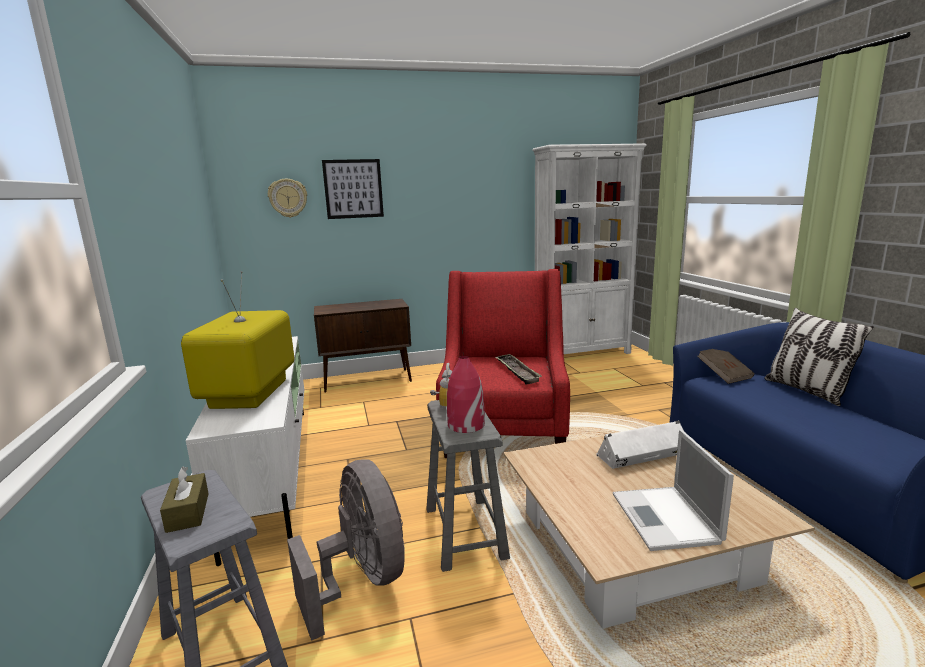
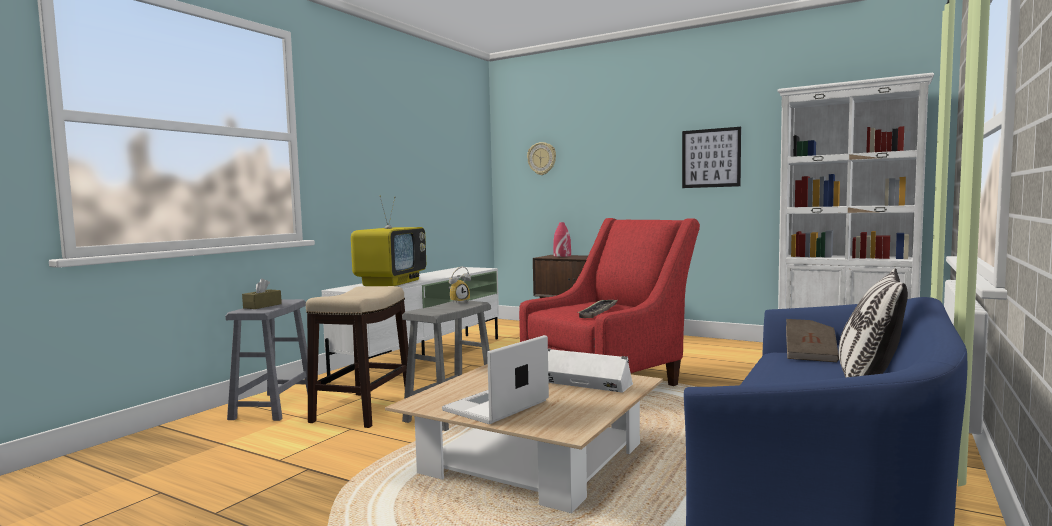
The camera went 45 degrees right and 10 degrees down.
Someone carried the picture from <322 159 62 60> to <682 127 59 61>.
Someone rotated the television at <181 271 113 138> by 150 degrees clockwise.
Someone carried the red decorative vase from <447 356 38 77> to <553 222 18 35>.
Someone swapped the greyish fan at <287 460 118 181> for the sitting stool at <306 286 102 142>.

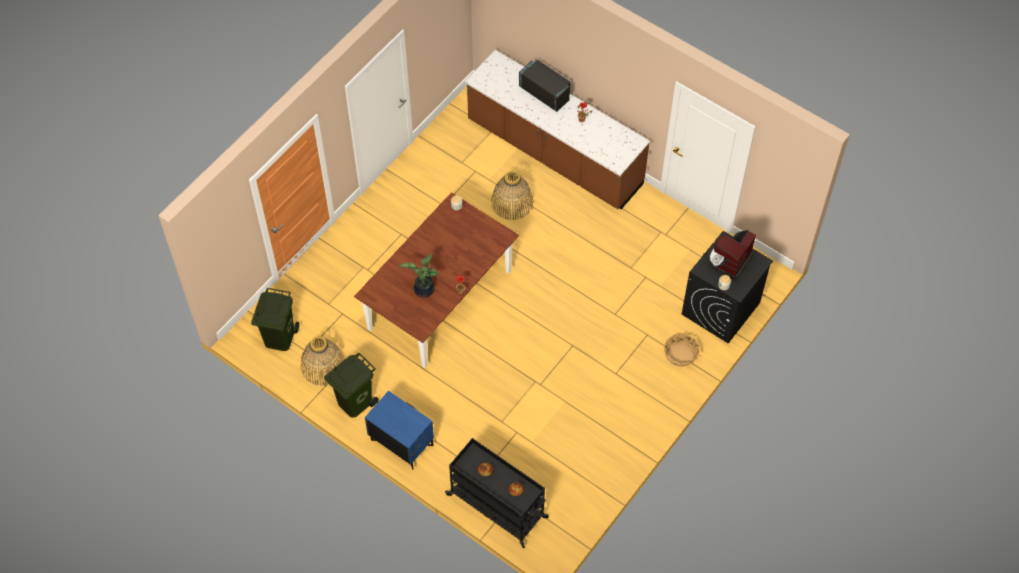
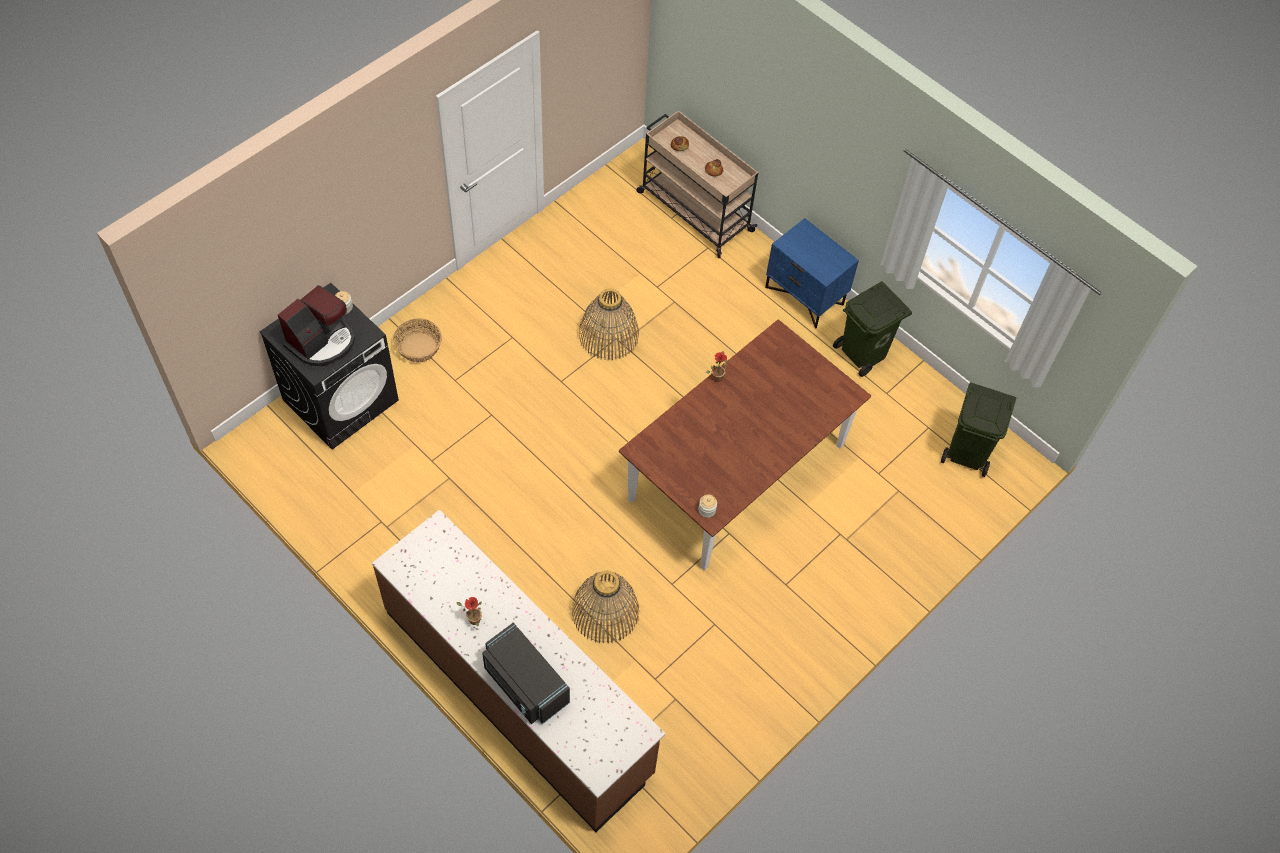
The camera went 175 degrees left and 0 degrees up.
Someone took away the potted plant at <399 254 40 44>.
Someone carried the basket from <301 336 44 50> to <579 288 60 72>.
Someone repainted the black wheeled cart at <445 438 104 110>, which became the beige wheeled cart at <636 110 122 148>.

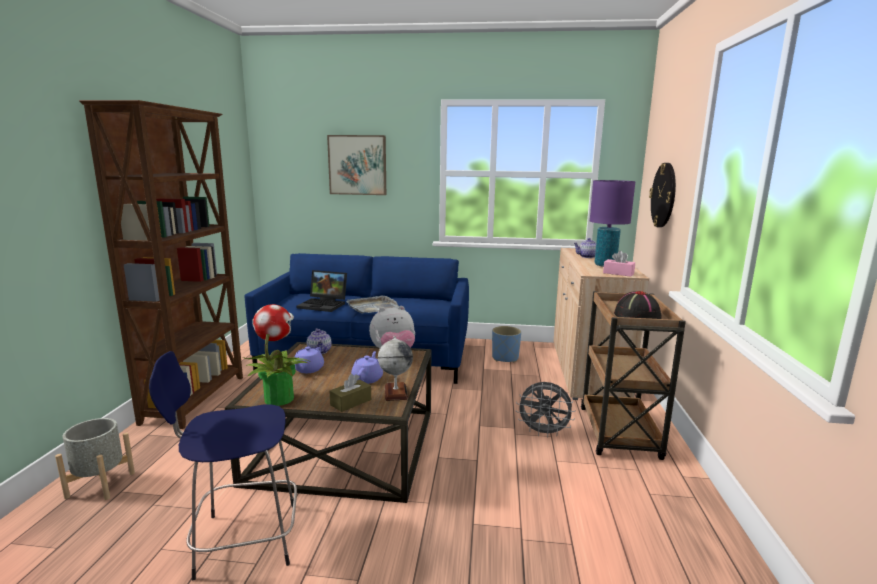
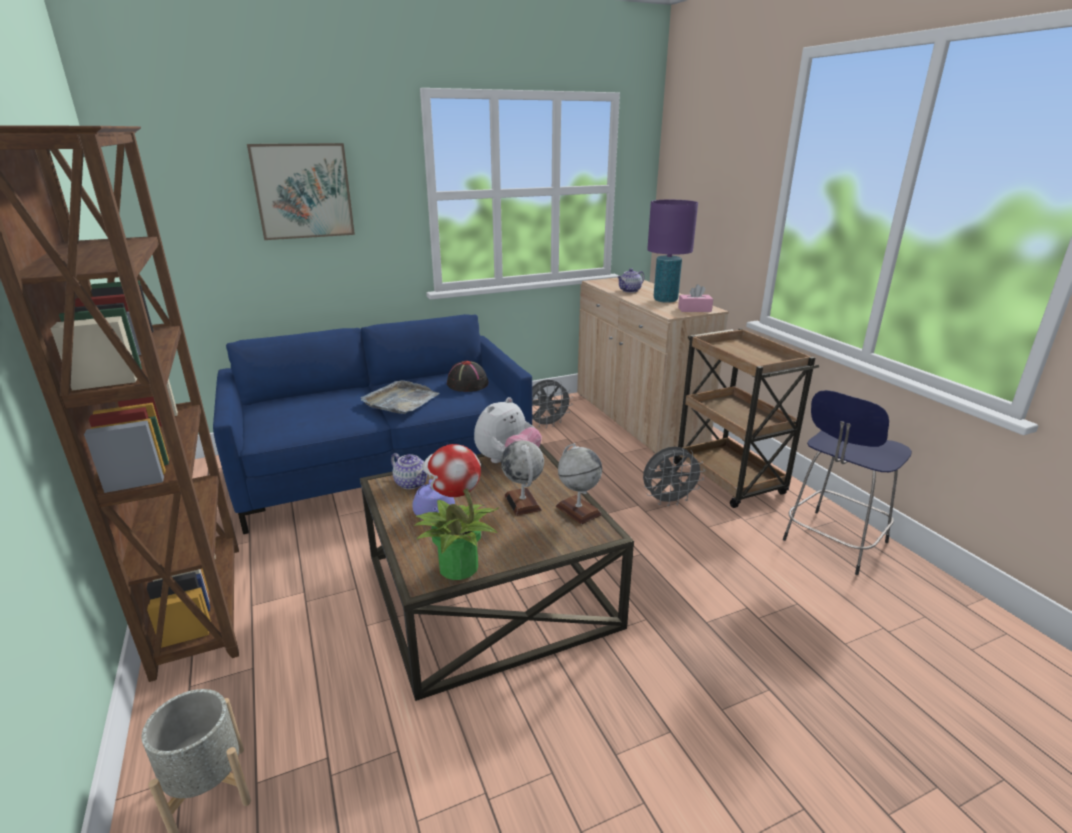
The camera went 30 degrees left and 10 degrees up.
Someone took away the hanging clock at <649 163 27 64>.
Someone took away the portable computer at <297 270 50 42>.
Someone carried the black clothing hat from <614 291 48 28> to <447 361 41 31>.
Someone swapped the bluish flower pot at <492 326 29 36> for the greyish fan at <532 380 41 48>.
Someone carried the bluish sitting stool from <149 351 148 229> to <783 390 129 185>.
Someone swapped the purple-coloured pot for tea at <351 351 32 33> for the world globe at <501 440 43 76>.
Someone took away the brownish box of tissues at <330 374 41 38>.

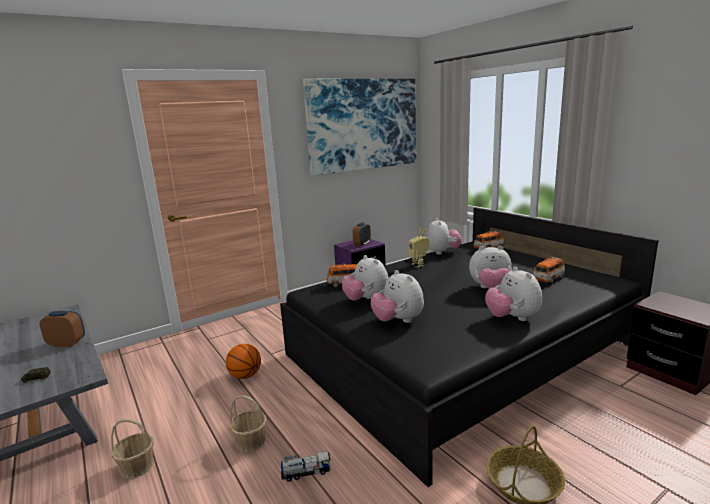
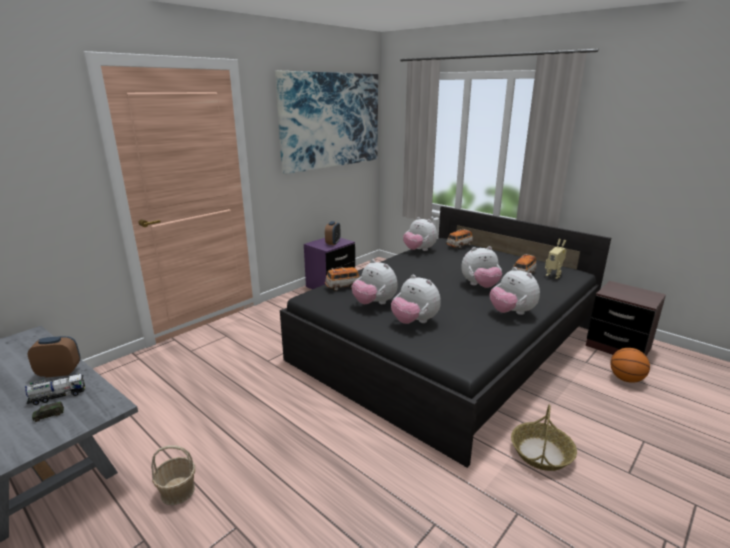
The camera went 15 degrees left and 5 degrees up.
Someone rotated the soft toy at <427 218 35 37> by 150 degrees clockwise.
Someone carried the robot figure from <409 228 21 39> to <545 239 22 40>.
Someone carried the basketball from <226 344 35 35> to <610 348 40 35>.
Someone took away the basket at <229 395 38 57>.
Someone carried the model truck from <281 451 50 31> to <25 374 60 31>.

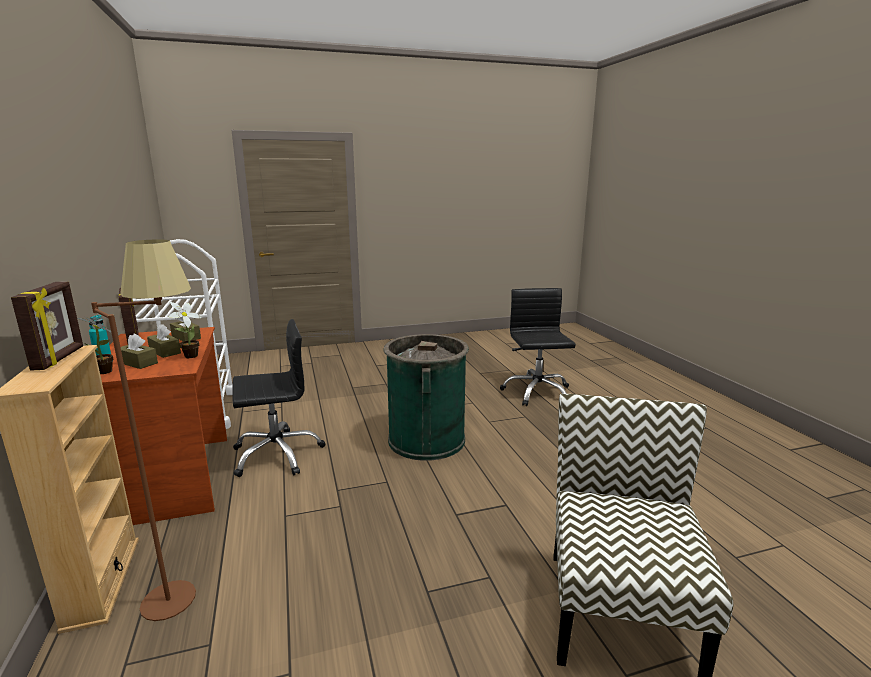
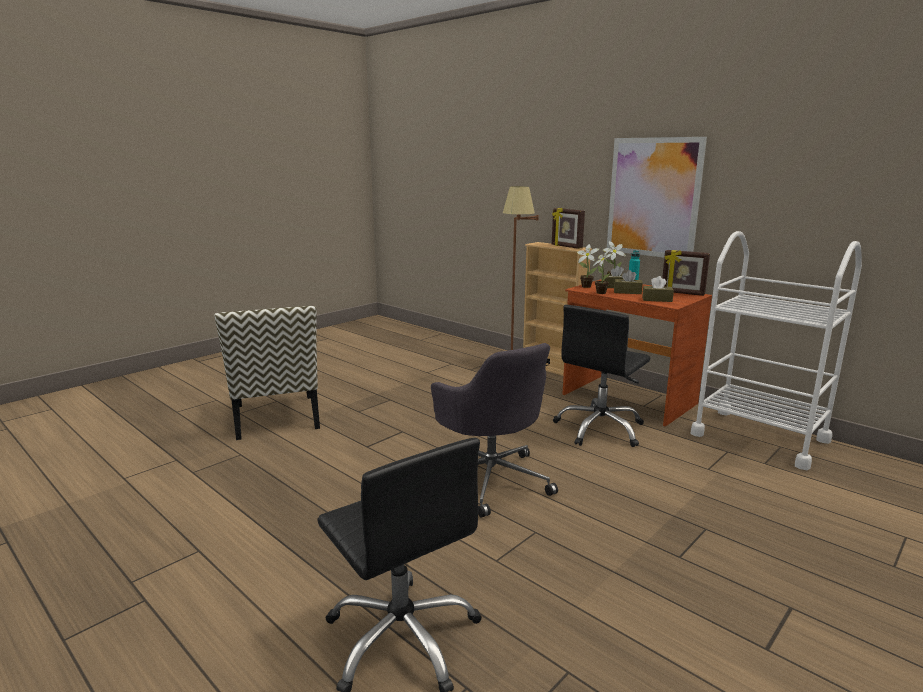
The camera went 150 degrees right and 0 degrees up.
Someone swapped the greenish waste bin at <383 334 86 127> for the greyish desk chair at <431 343 127 175>.
Someone put up the picture at <607 137 100 120>.
Someone put down the potted plant at <577 244 22 44>.

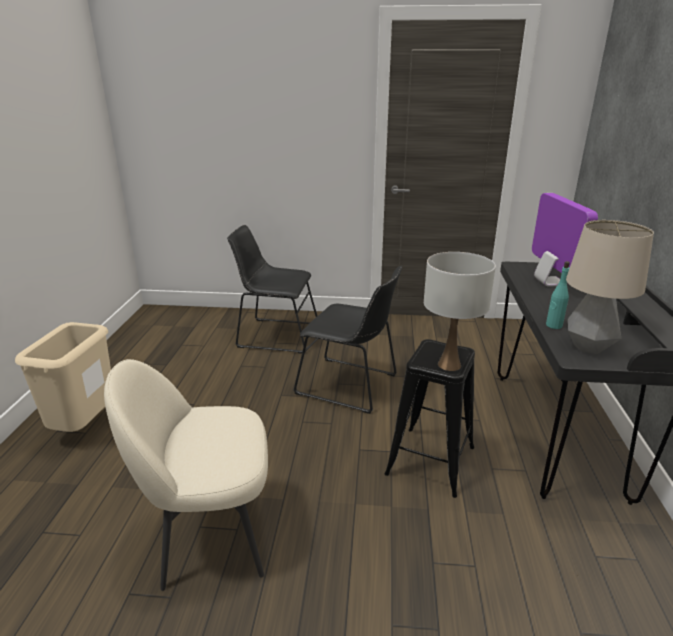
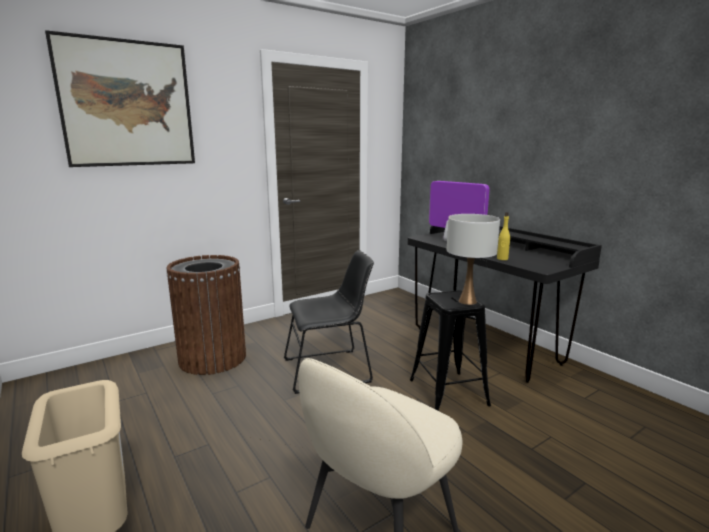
The camera went 40 degrees left and 10 degrees down.
Someone took away the tabletop lamp at <566 220 88 134>.
Someone swapped the black upright chair at <227 225 90 129> for the brownish waste bin at <166 255 80 120>.
Someone repainted the turquoise beverage bottle at <546 261 24 68>, which became the yellowish beverage bottle at <497 212 13 48>.
Someone put up the picture at <45 30 150 137>.

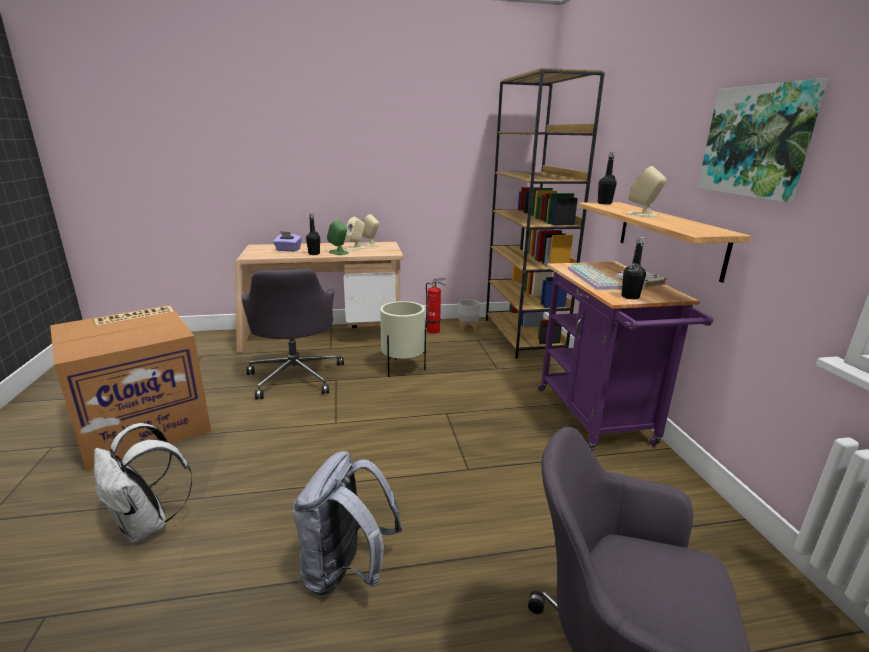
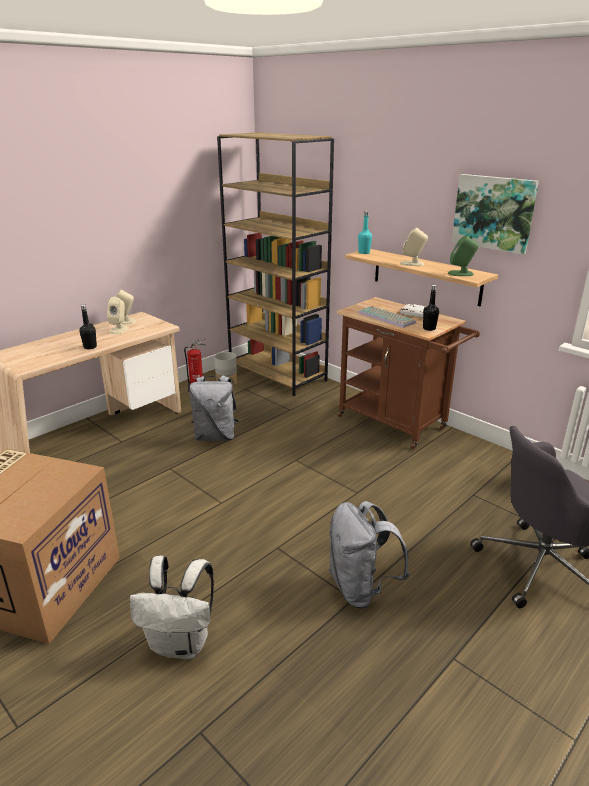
The camera went 35 degrees left and 5 degrees up.
Someone repainted the black beverage bottle at <598 152 19 53>, which became the turquoise beverage bottle at <358 211 14 43>.
Someone carried the greenish audio speaker from <327 220 21 35> to <448 235 30 41>.
Someone took away the purple-coloured box of tissues at <273 231 29 21>.
Someone repainted the purple-coloured wheeled cart at <538 262 175 190>, which became the brownish wheeled cart at <336 297 144 153>.
Someone took away the greyish desk chair at <242 269 102 130>.
Someone swapped the beige flower pot at <380 301 46 76> for the greyish backpack at <189 376 50 65>.

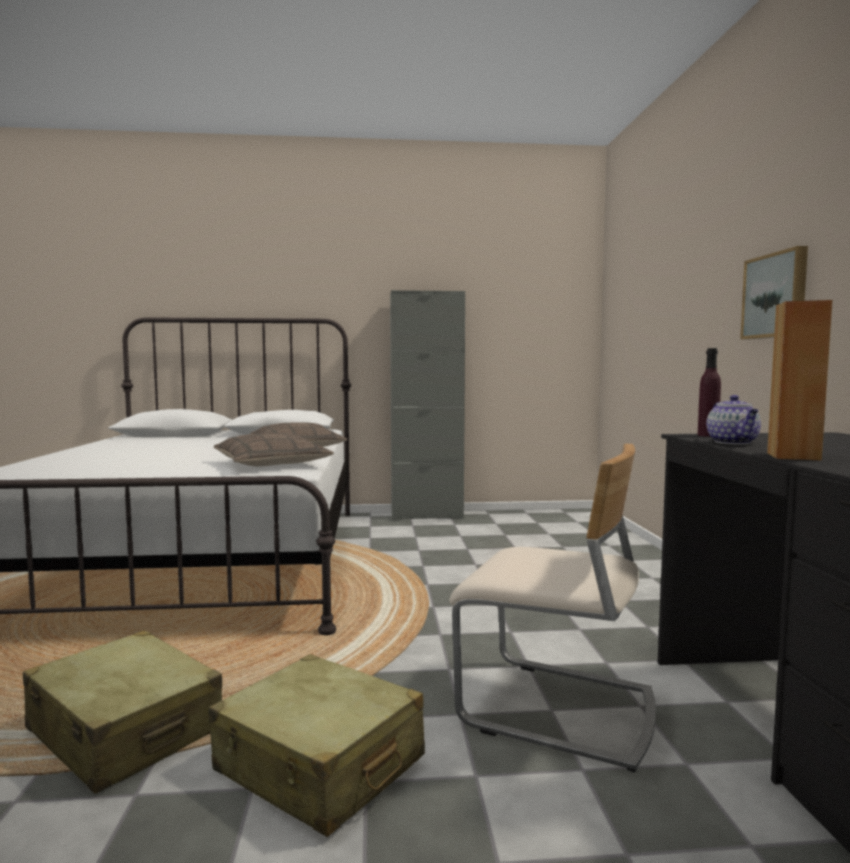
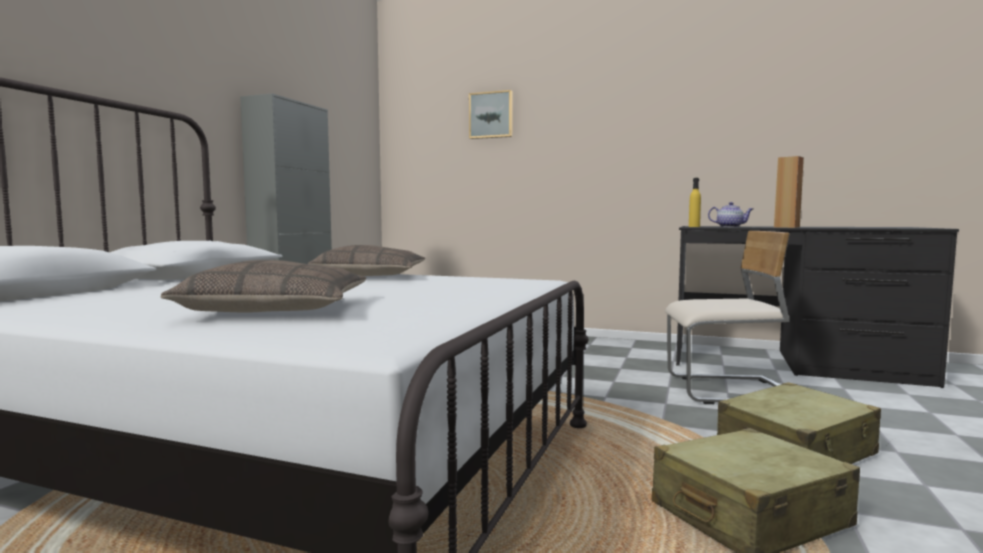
The camera went 65 degrees left and 0 degrees up.
Someone carried the picture from <740 246 68 93> to <469 90 44 49>.
Someone repainted the purple-coloured beverage bottle at <698 348 23 89>, which became the yellowish beverage bottle at <689 178 12 49>.
Someone carried the cushion from <214 433 120 34> to <160 260 206 53>.
Someone rotated the beige upright chair at <449 444 207 329> by 45 degrees clockwise.

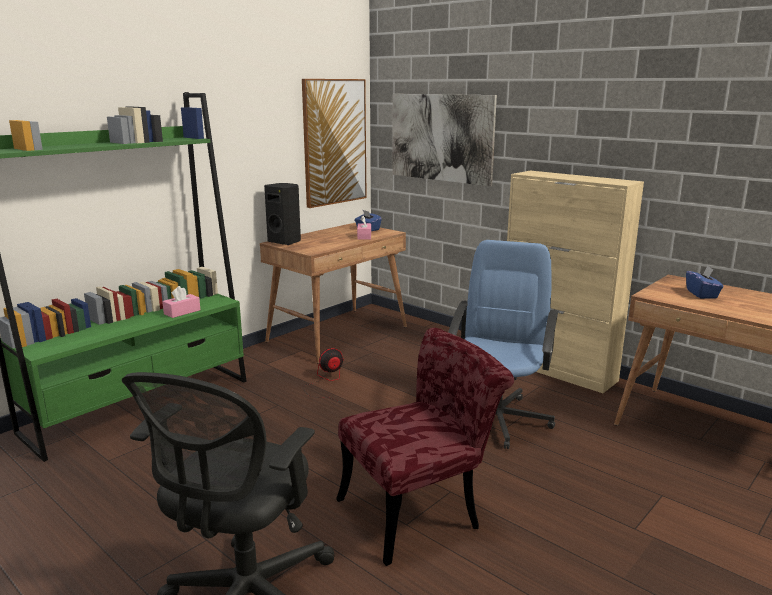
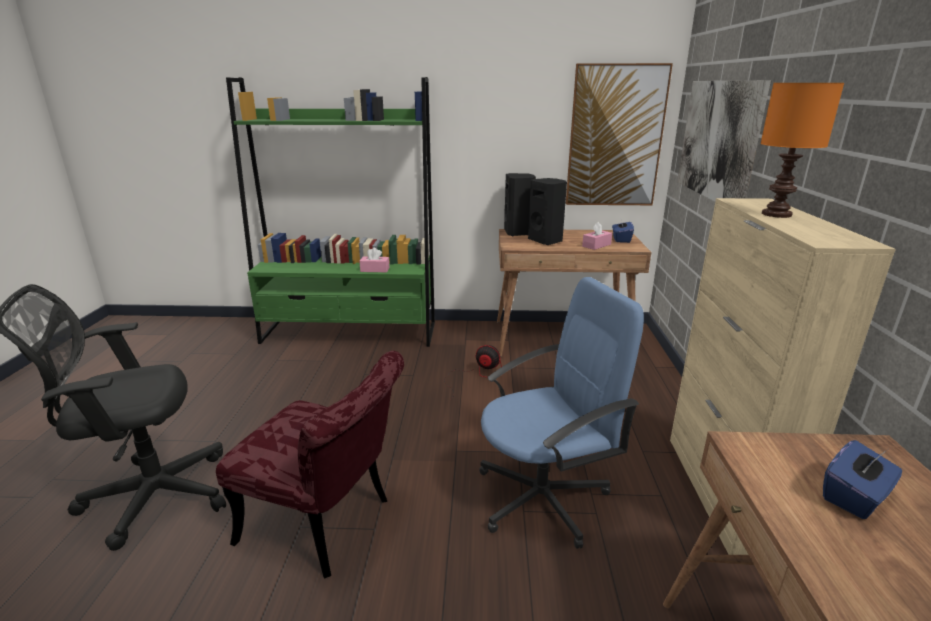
The camera went 50 degrees right and 5 degrees up.
Someone put down the orange tabletop lamp at <760 83 84 135>.
Someone put down the black audio speaker at <528 178 39 67>.

